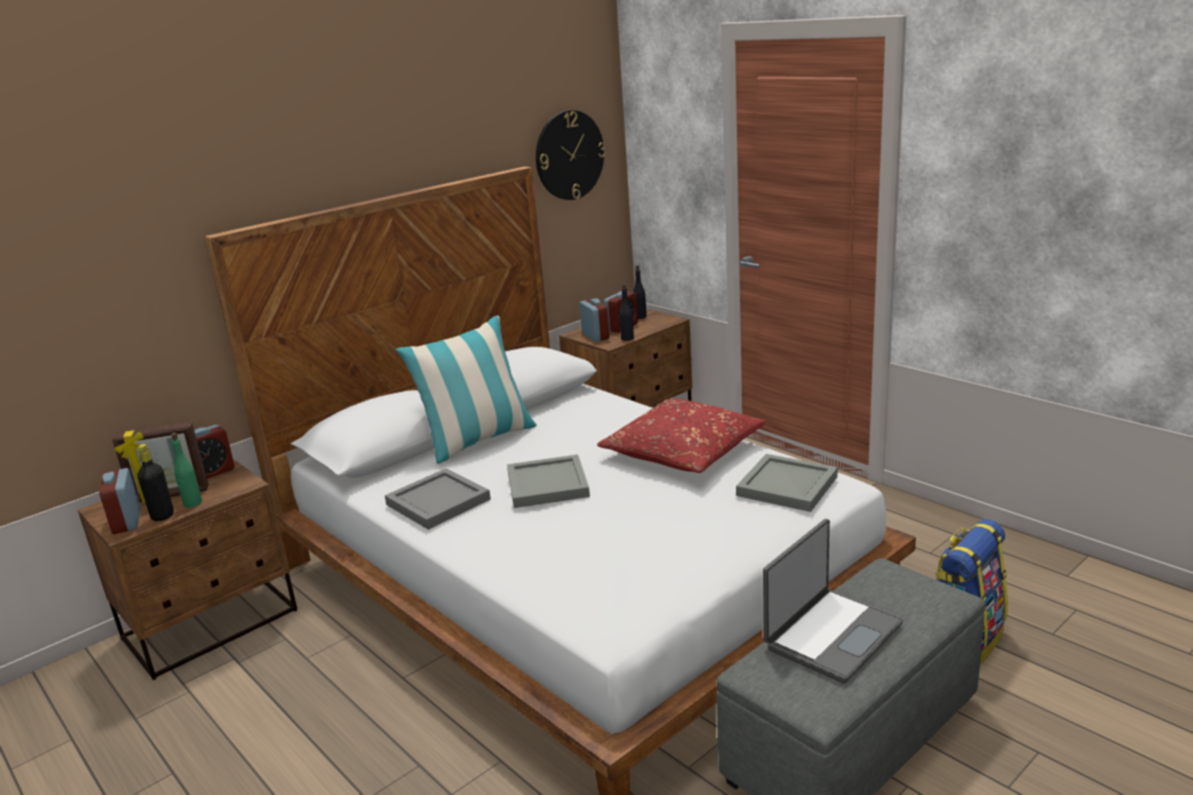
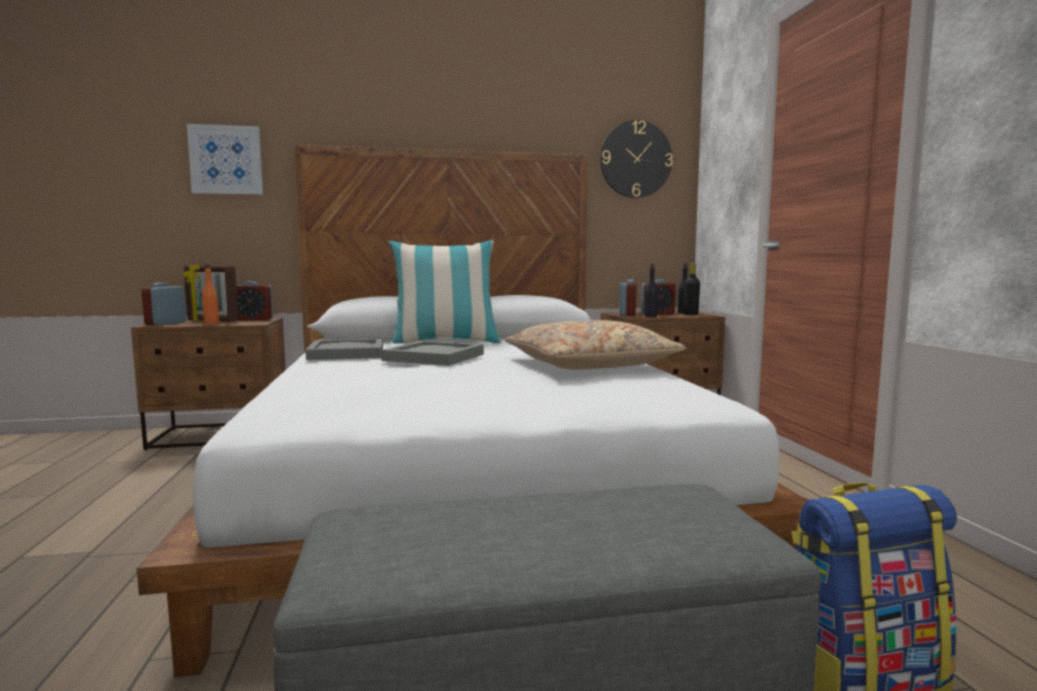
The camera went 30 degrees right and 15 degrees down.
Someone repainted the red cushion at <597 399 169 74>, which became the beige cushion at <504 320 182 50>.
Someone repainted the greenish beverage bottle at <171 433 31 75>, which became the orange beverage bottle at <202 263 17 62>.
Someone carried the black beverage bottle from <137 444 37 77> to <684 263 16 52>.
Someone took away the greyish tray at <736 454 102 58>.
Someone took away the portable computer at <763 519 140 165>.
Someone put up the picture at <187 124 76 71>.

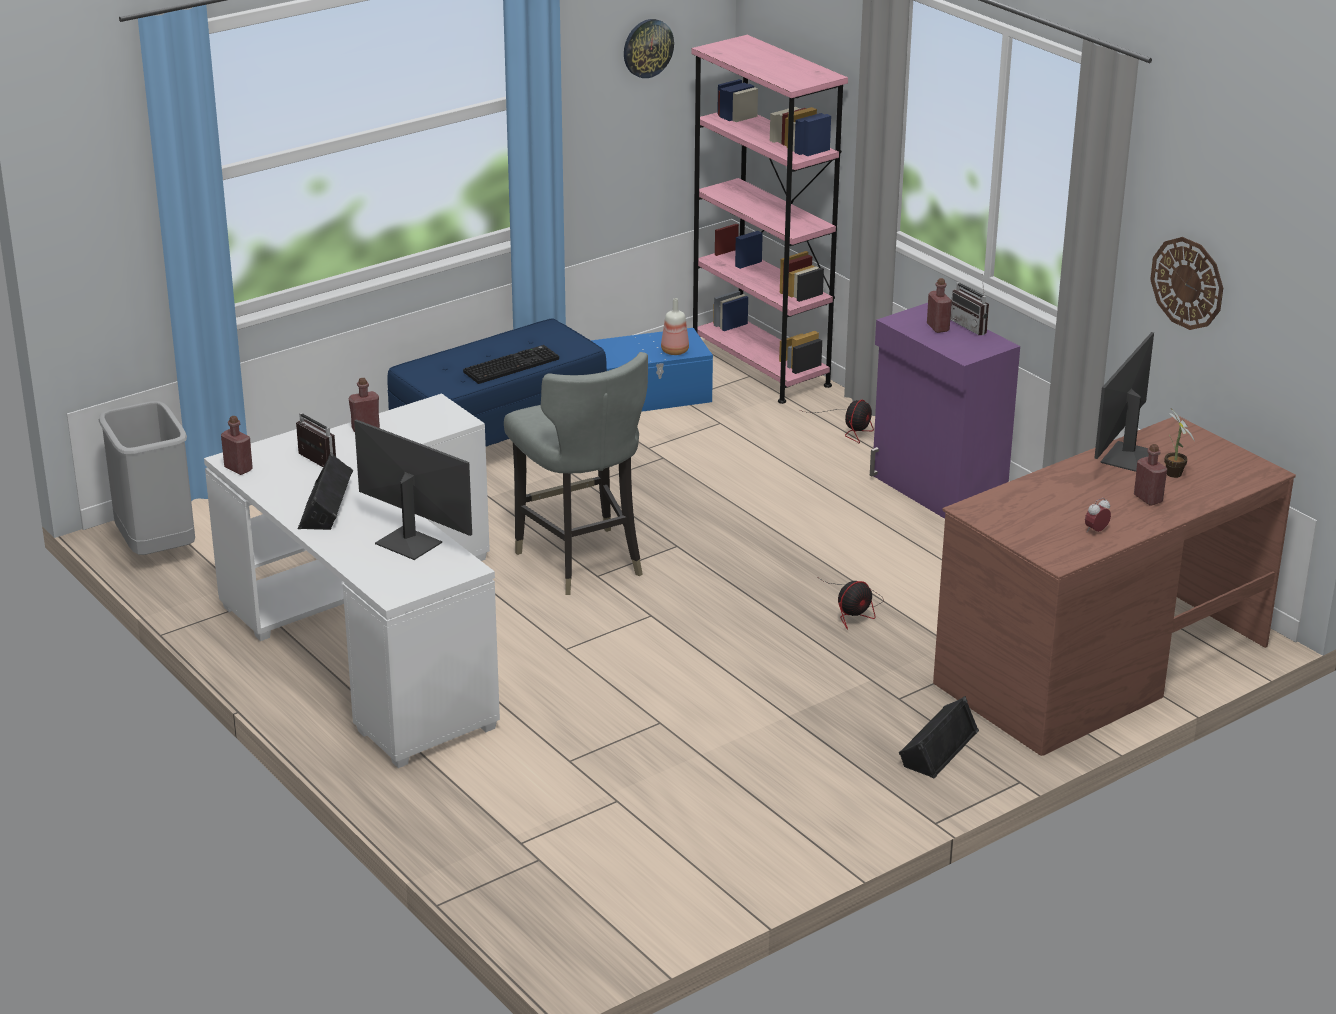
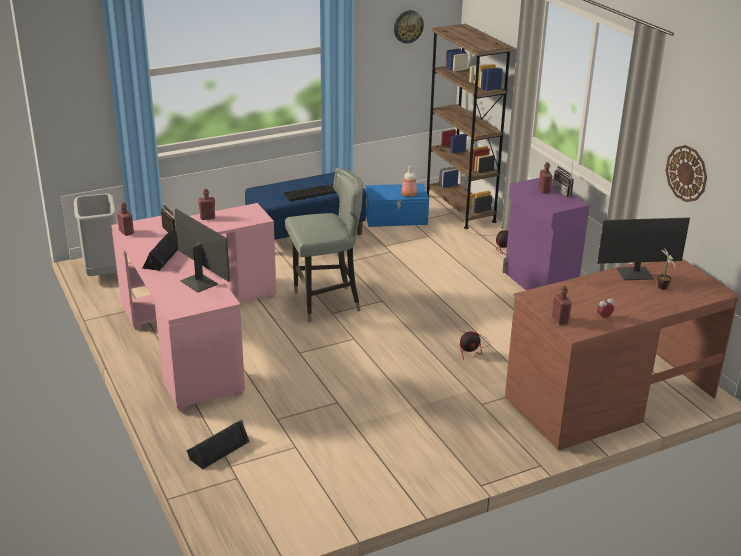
The camera went 10 degrees right and 0 degrees up.
Someone repainted the pinkish shelving unit at <692 35 156 369>, which became the brownish shelving unit at <427 24 86 205>.
Someone rotated the computer display at <1094 332 60 140> by 135 degrees counterclockwise.
Someone rotated the greyish upright chair at <504 352 144 243> by 90 degrees counterclockwise.
Someone repainted the white-coloured desk table at <204 394 296 374>, which became the pinkish desk table at <111 203 165 209>.
Someone carried the red beverage bottle from <1134 444 33 62> to <552 286 20 39>.
Someone carried the black audio speaker from <899 696 80 82> to <186 420 64 50>.

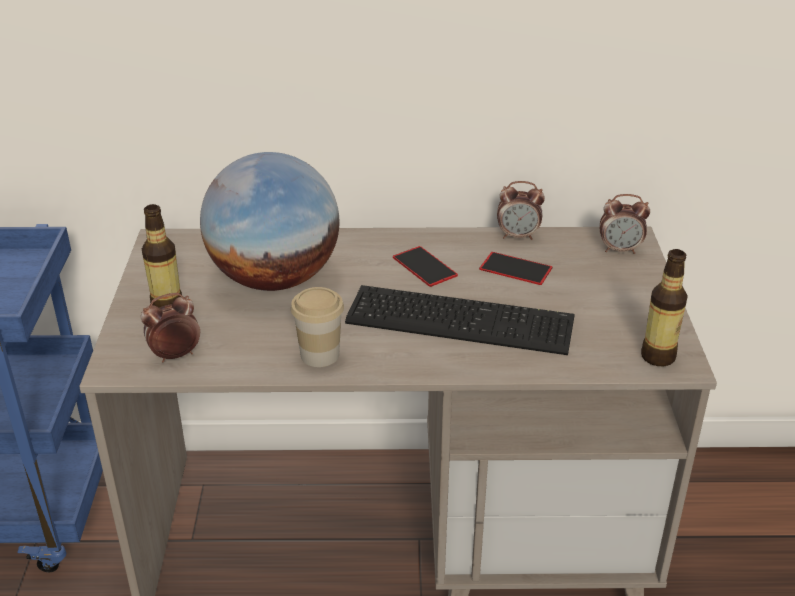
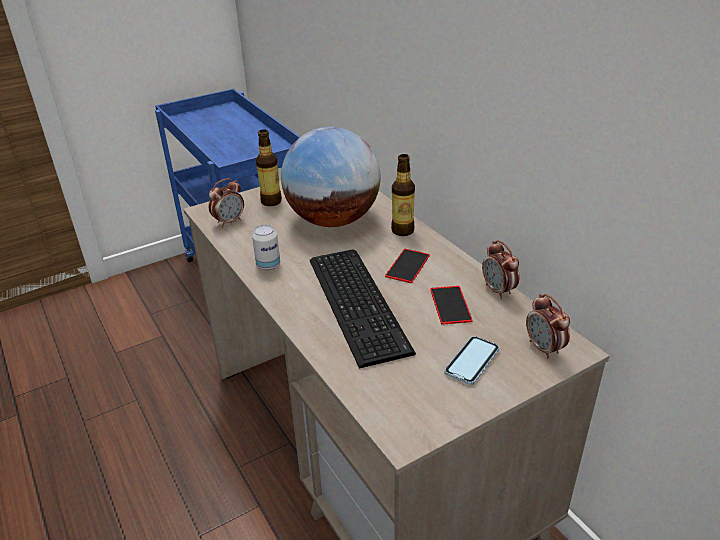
The camera went 60 degrees right and 0 degrees up.
Someone carried the beverage bottle from <641 249 47 117> to <391 154 24 82>.
Someone swapped the cup at <291 287 53 80> for the can at <252 224 28 46>.
Someone rotated the table clock at <141 293 59 69> by 105 degrees clockwise.
Someone put down the phone at <444 336 55 49>.

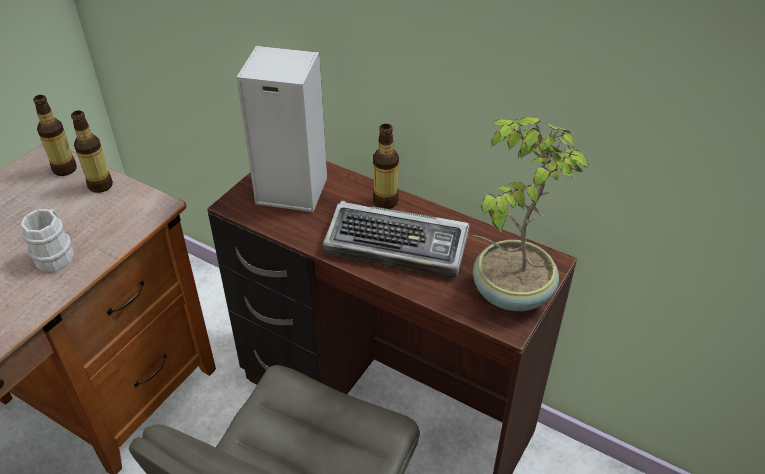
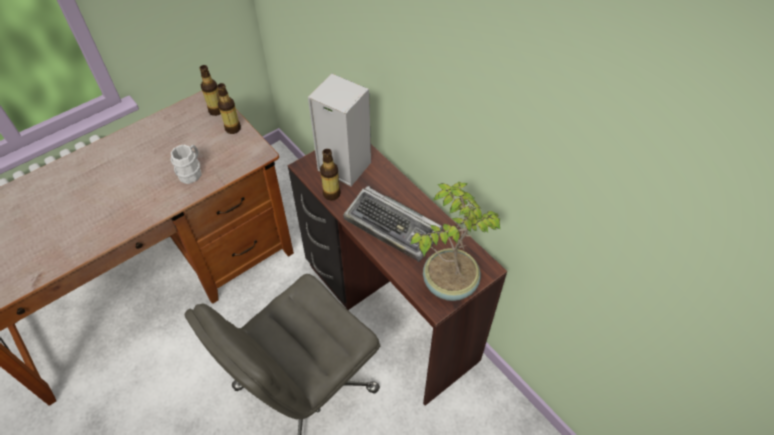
The camera went 20 degrees right and 10 degrees up.
Someone carried the beverage bottle from <373 124 26 85> to <320 149 21 52>.

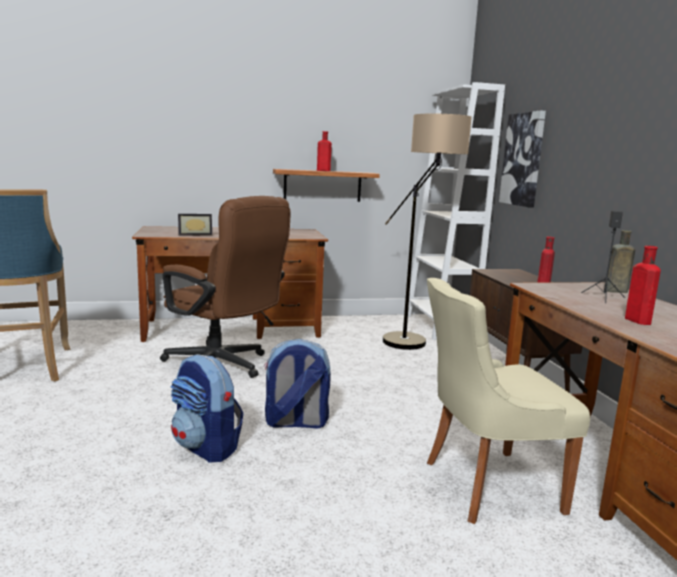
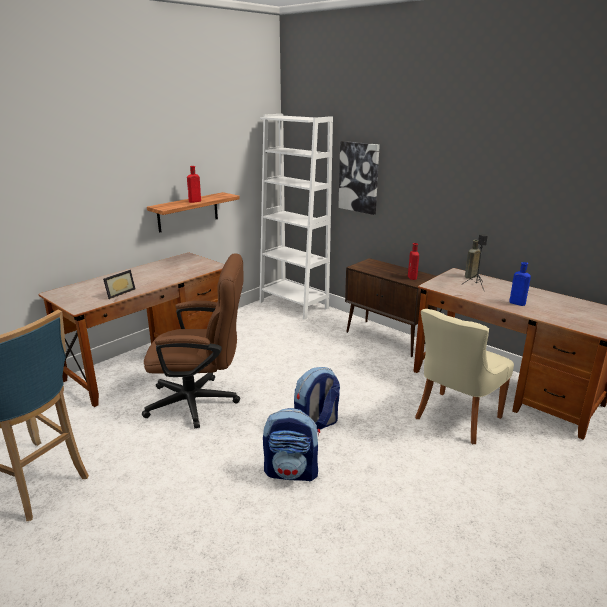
The camera went 35 degrees left and 10 degrees up.
Someone took away the standing lamp at <383 114 89 236>.
Someone repainted the red beverage bottle at <625 246 36 79>, which became the bluish beverage bottle at <509 262 22 44>.

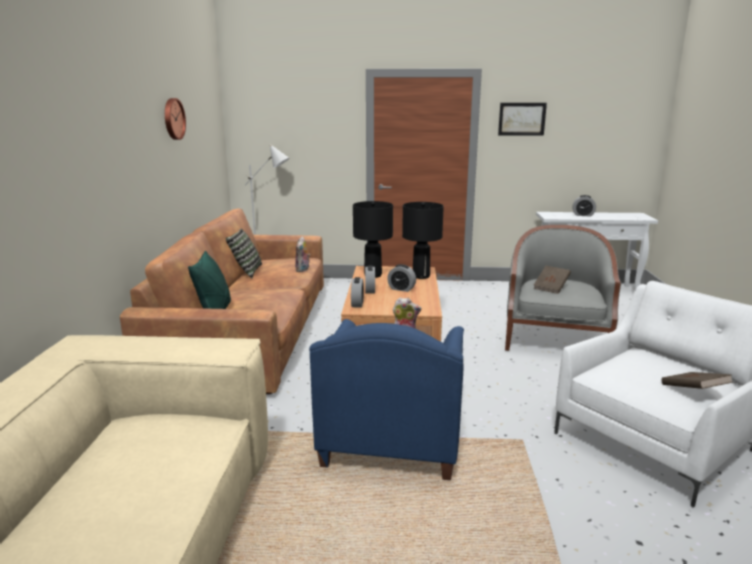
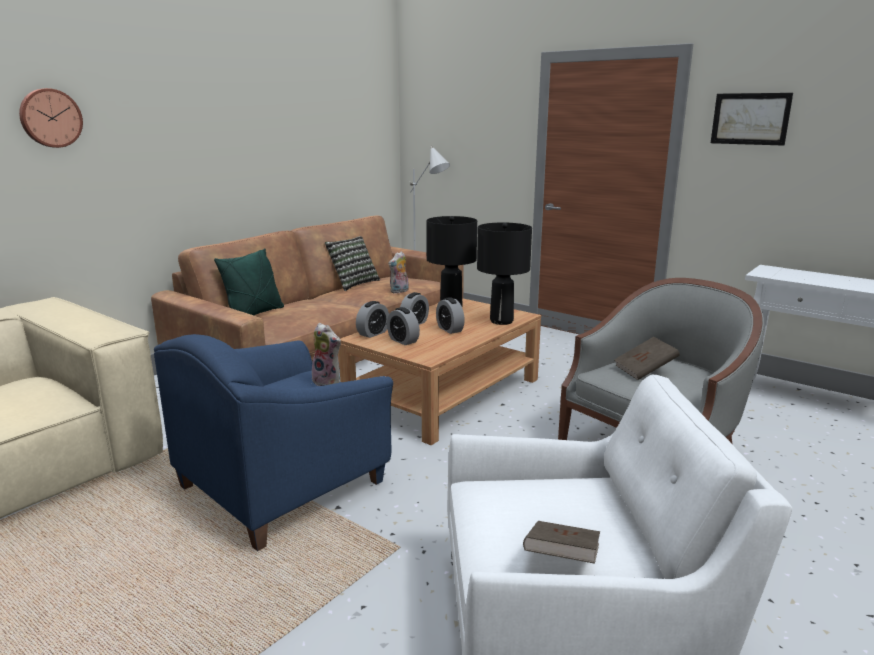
The camera went 35 degrees right and 0 degrees up.
Someone carried the hanging clock from <165 98 21 42> to <19 88 64 60>.
Someone carried the table clock from <572 195 24 22> to <387 307 33 38>.

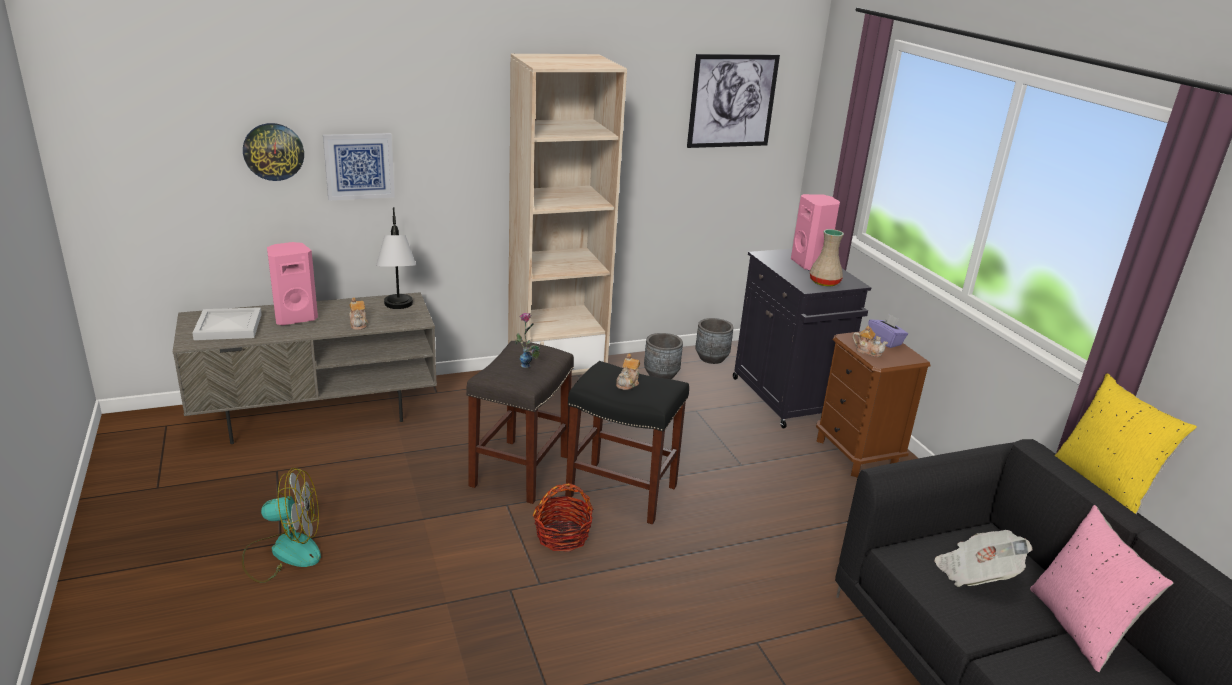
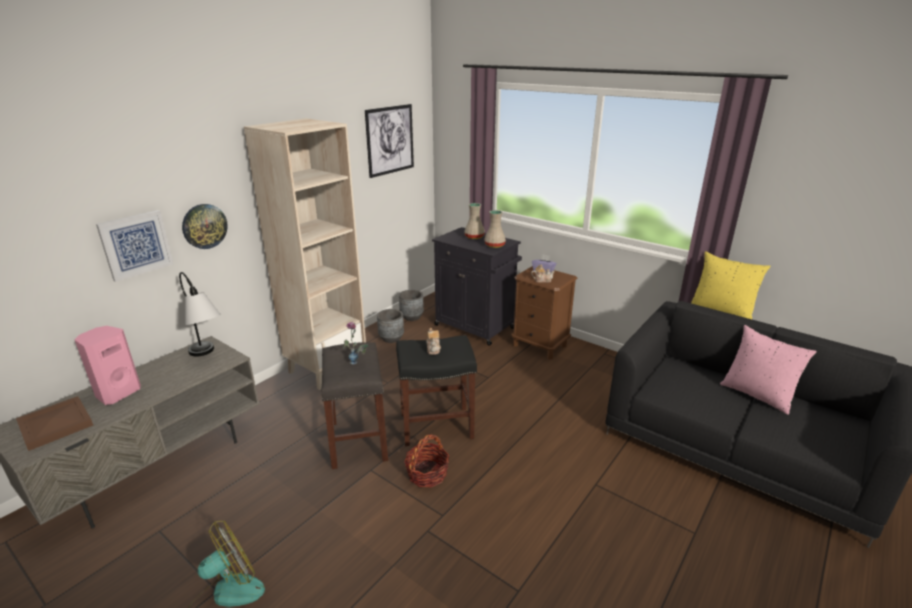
The camera went 30 degrees left and 0 degrees up.
Someone carried the hanging clock from <243 123 61 58> to <182 204 46 45>.
Someone swapped the pinkish audio speaker at <791 194 49 77> for the beige decorative vase at <464 203 21 36>.
Someone took away the pot for tea at <349 297 19 33>.
Someone repainted the white-coloured tray at <193 307 69 33>, which became the brownish tray at <16 396 77 55>.
Someone took away the printed paper at <934 530 99 57>.

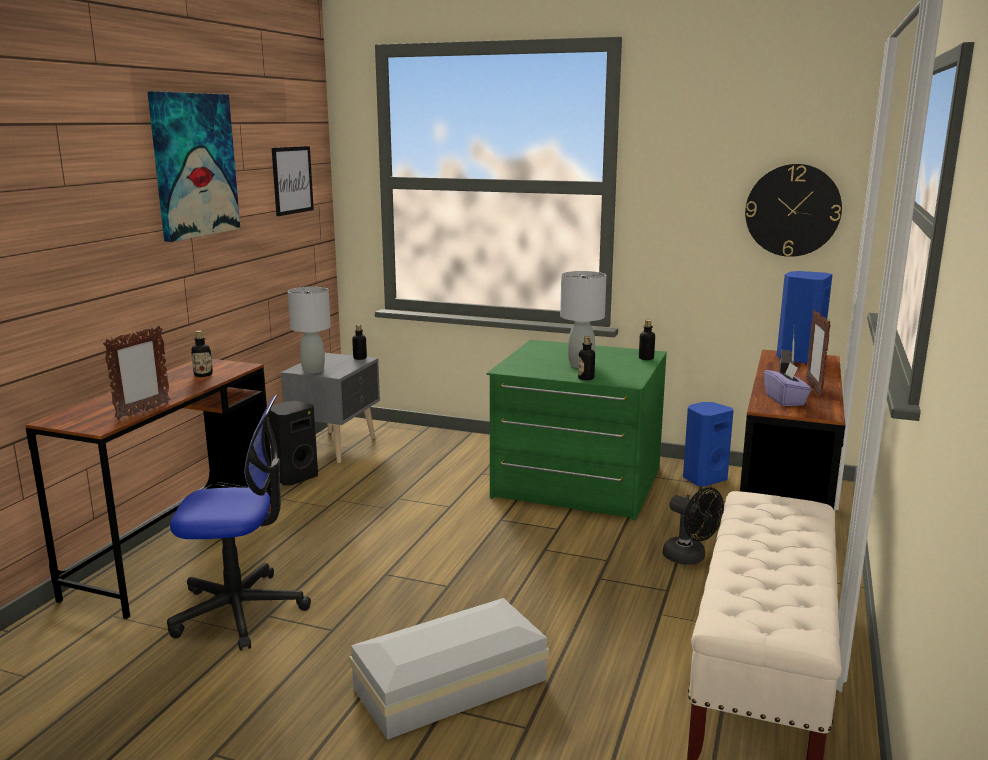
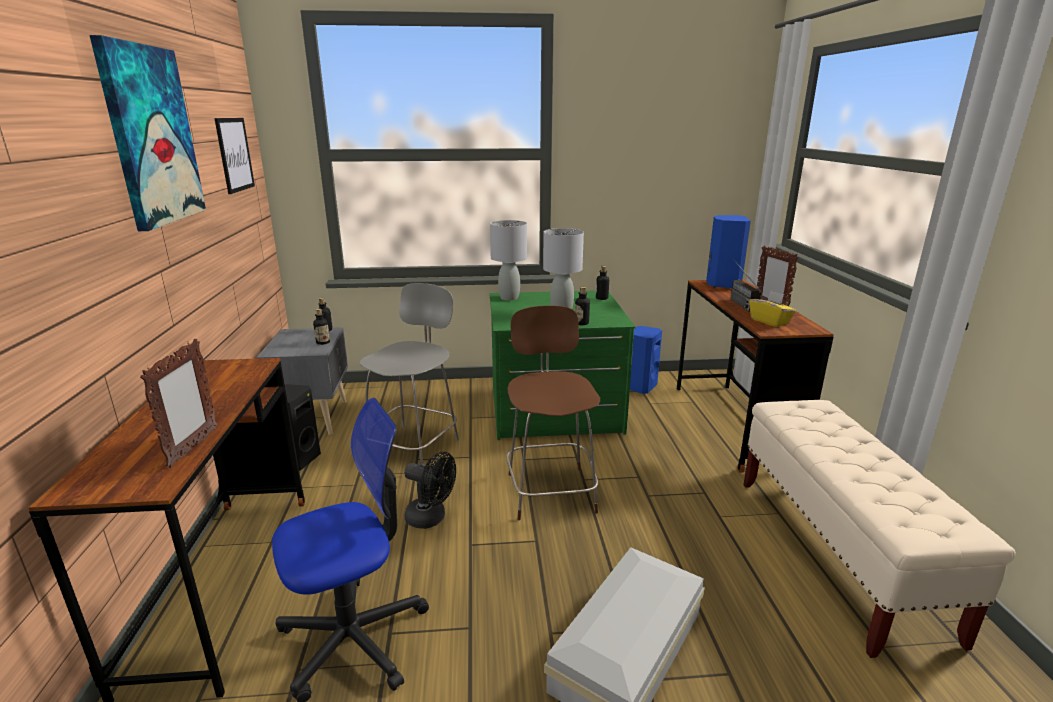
The camera went 25 degrees left and 5 degrees up.
Someone took away the hanging clock at <745 164 97 93>.
Someone carried the greyish tabletop lamp from <288 287 43 87> to <490 220 37 80>.
Someone carried the beverage bottle from <191 331 22 46> to <313 308 17 37>.
Someone repainted the purple-coloured box of tissues at <764 362 48 44>, which became the yellowish box of tissues at <749 291 47 36>.
Someone carried the black fan from <663 487 61 78> to <404 452 52 77>.
Someone put down the greyish upright chair at <360 283 99 183>.
Someone put down the brownish upright chair at <506 305 94 215>.

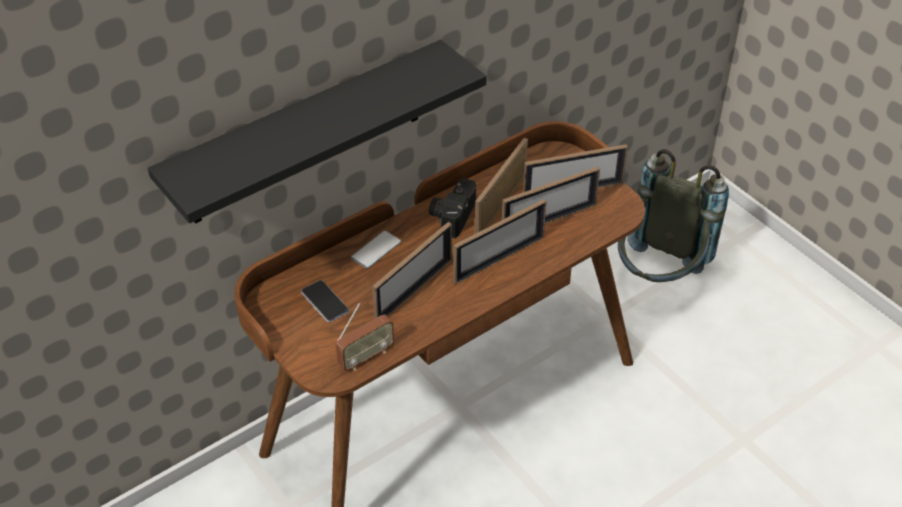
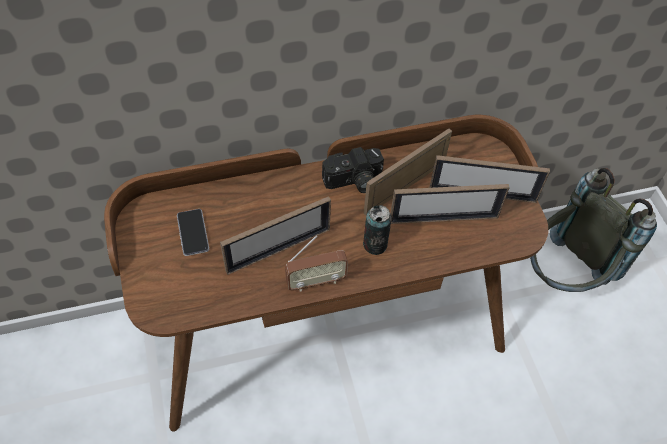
The camera went 20 degrees right and 10 degrees up.
Someone took away the black shelf at <148 40 339 184>.
Someone rotated the photo camera at <429 178 47 60> by 150 degrees counterclockwise.
Someone swapped the picture frame at <453 199 93 85> for the can at <363 205 29 50>.
Someone took away the phone at <351 230 50 39>.
Someone carried the radio receiver from <336 303 58 68> to <285 236 63 56>.

